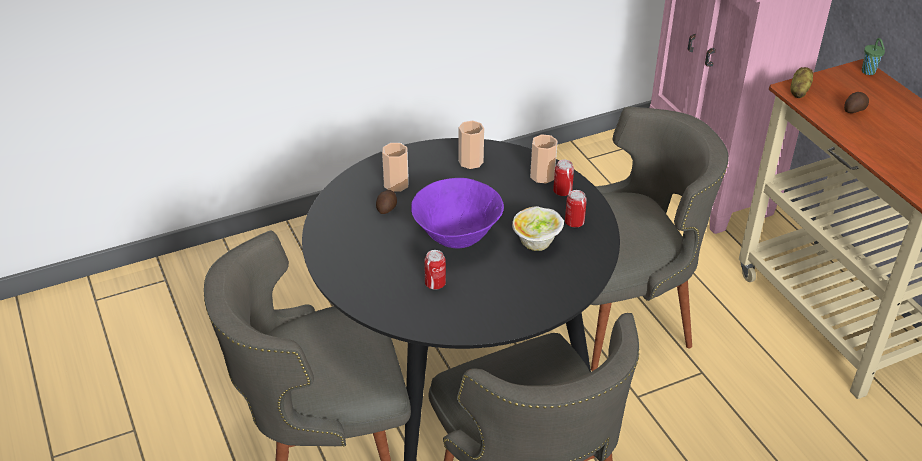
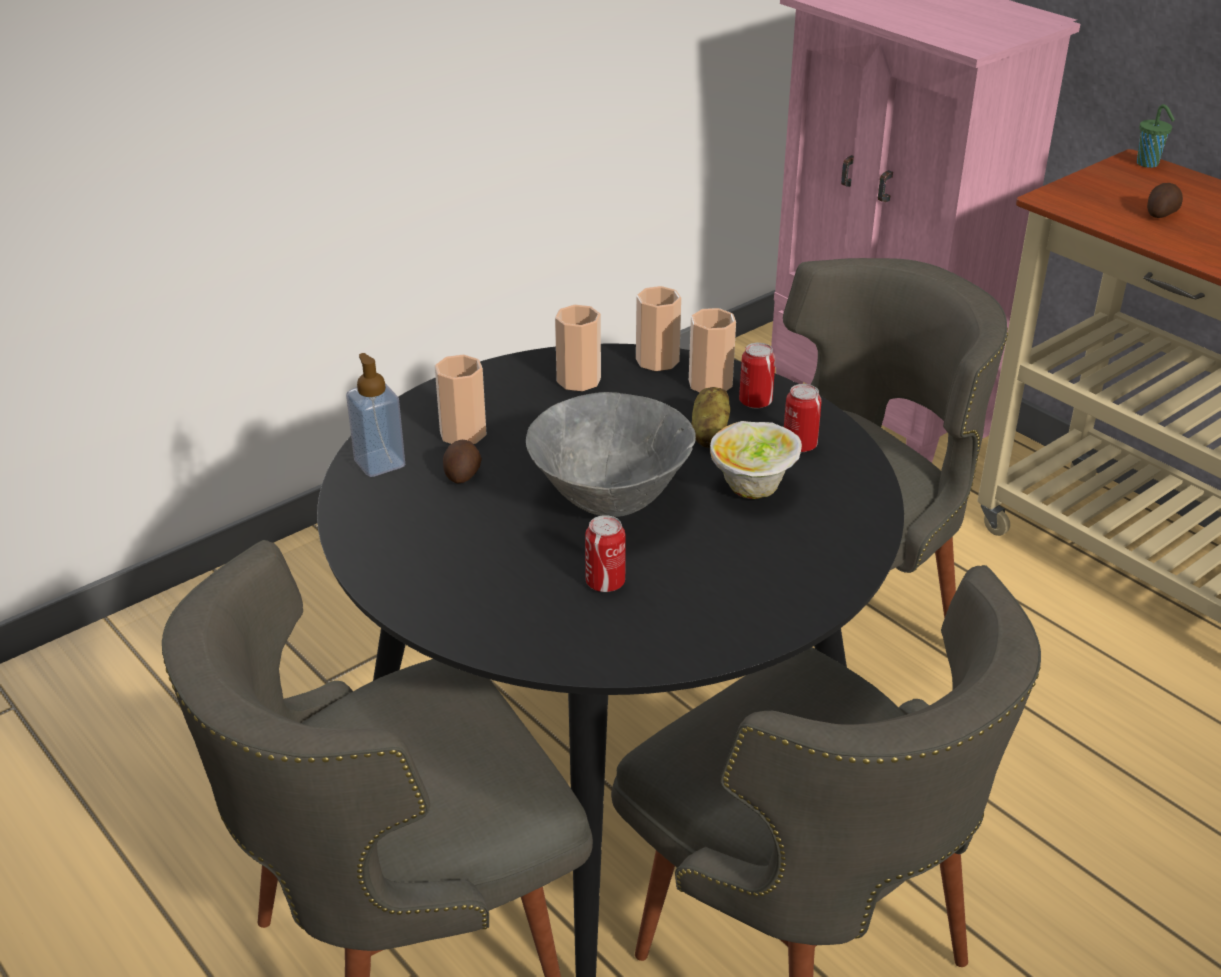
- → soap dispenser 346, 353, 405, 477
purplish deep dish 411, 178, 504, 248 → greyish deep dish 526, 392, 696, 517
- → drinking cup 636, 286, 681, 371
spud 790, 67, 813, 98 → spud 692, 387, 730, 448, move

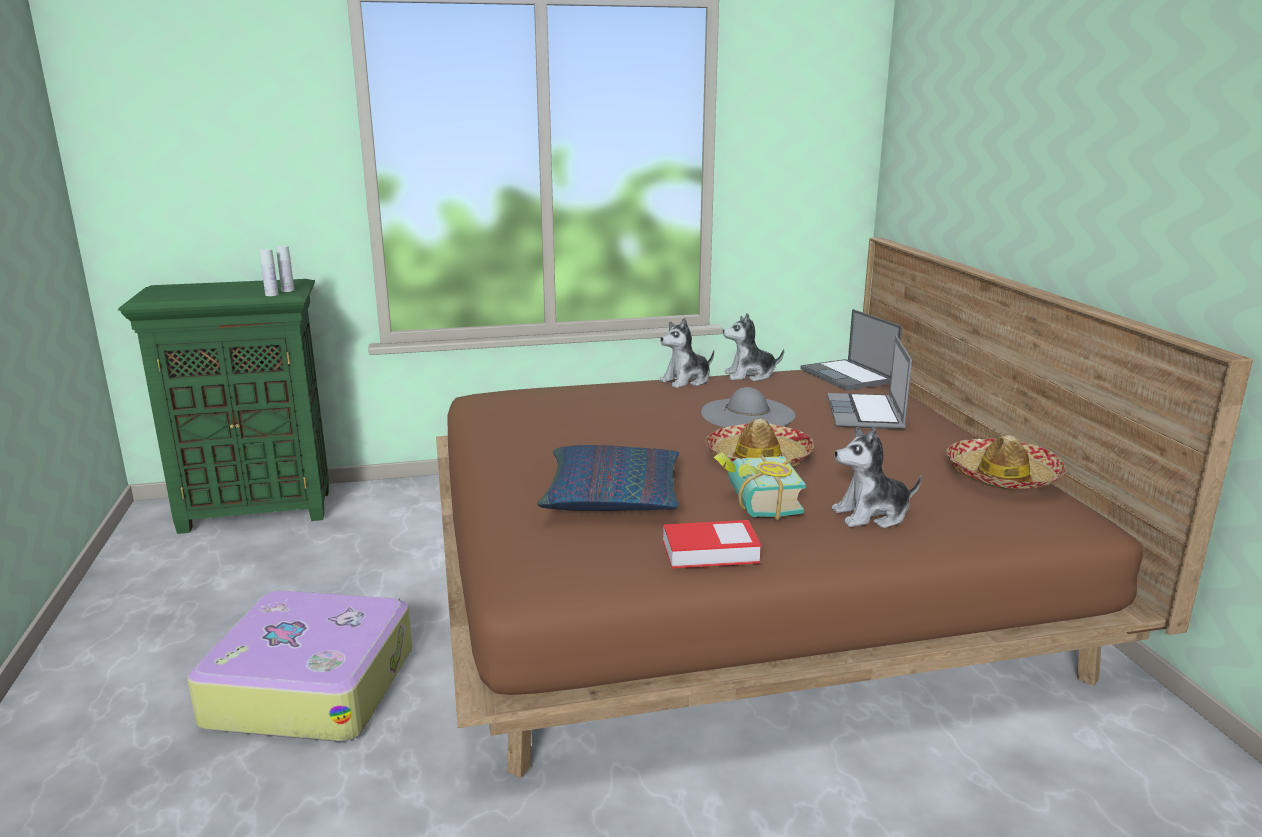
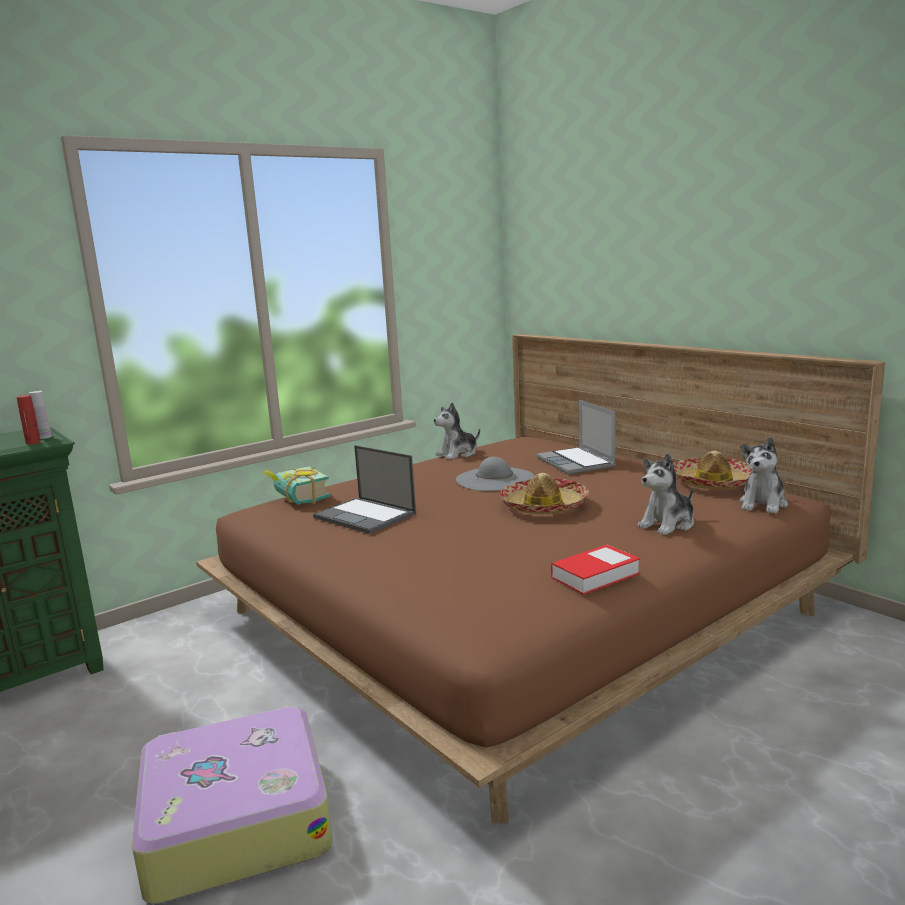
white-coloured bottle 259, 249, 279, 296 → reddish bottle 17, 395, 41, 445
bound book 714, 452, 806, 520 → bound book 263, 466, 330, 505, move
laptop 800, 309, 902, 391 → laptop 313, 445, 416, 534, move
soft toy 659, 318, 714, 388 → soft toy 740, 437, 788, 514, move
bluish cushion 537, 445, 679, 511 → -

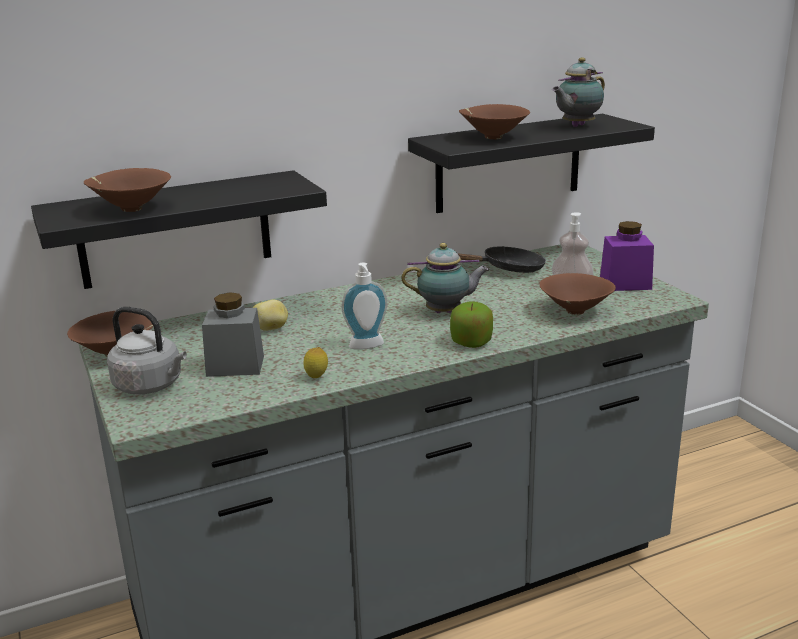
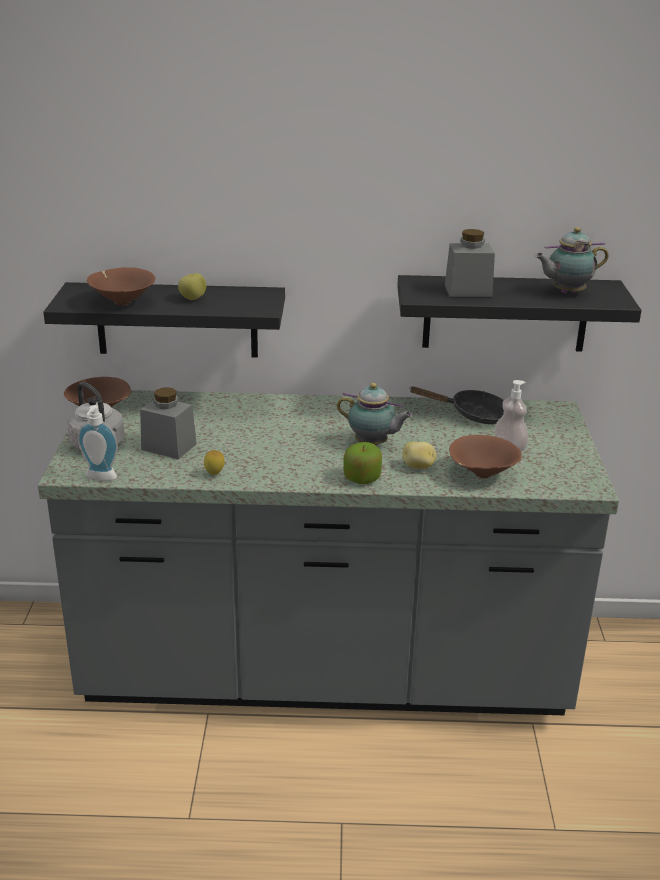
soap dispenser 342, 262, 387, 349 → soap dispenser 77, 405, 118, 481, move
- → apple 178, 273, 206, 300
spud 253, 300, 288, 331 → spud 402, 442, 436, 469, move
brownish deep dish 459, 104, 530, 139 → greyish jar 445, 229, 495, 297
purplish jar 600, 221, 654, 291 → -

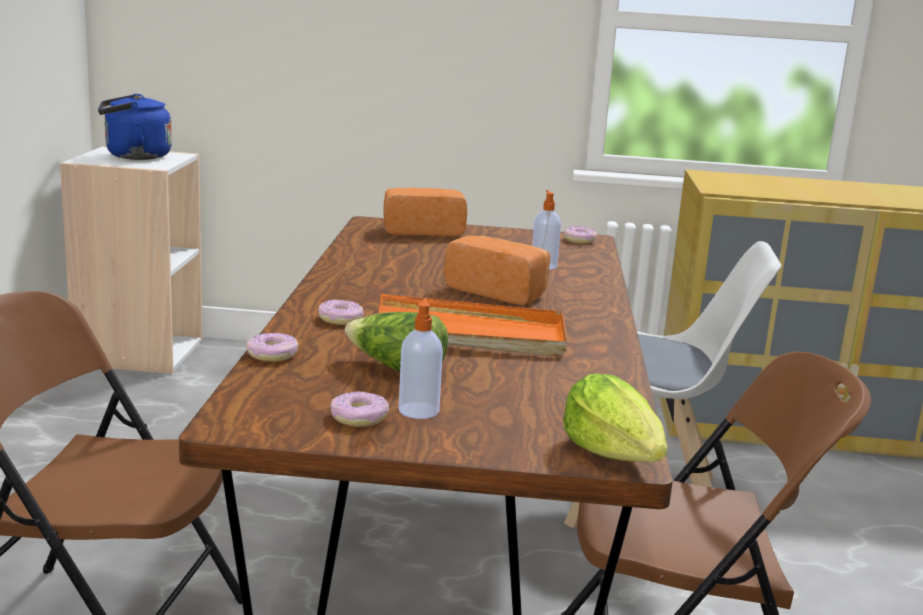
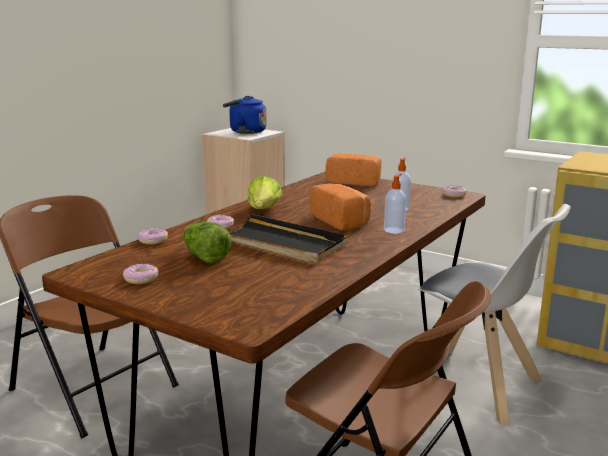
orangey tray 378, 294, 567, 357 → black tray 229, 214, 348, 263
head of lettuce 563, 374, 667, 462 → head of lettuce 248, 176, 282, 209, move
soap dispenser 399, 297, 443, 419 → soap dispenser 384, 174, 406, 233, move

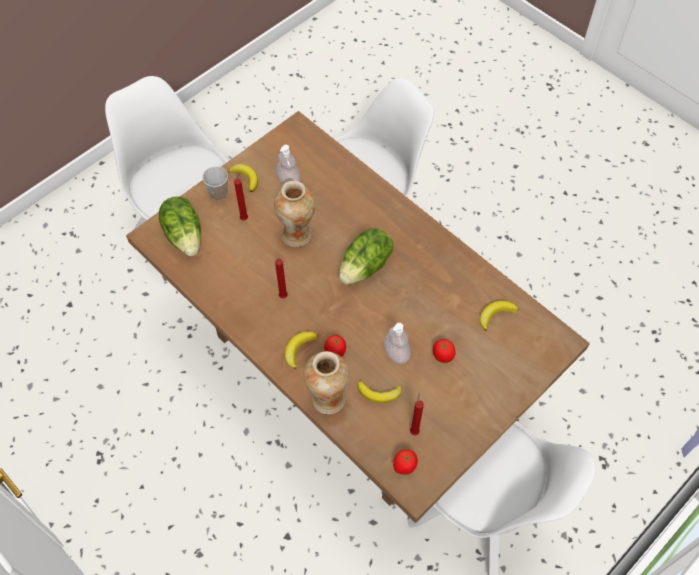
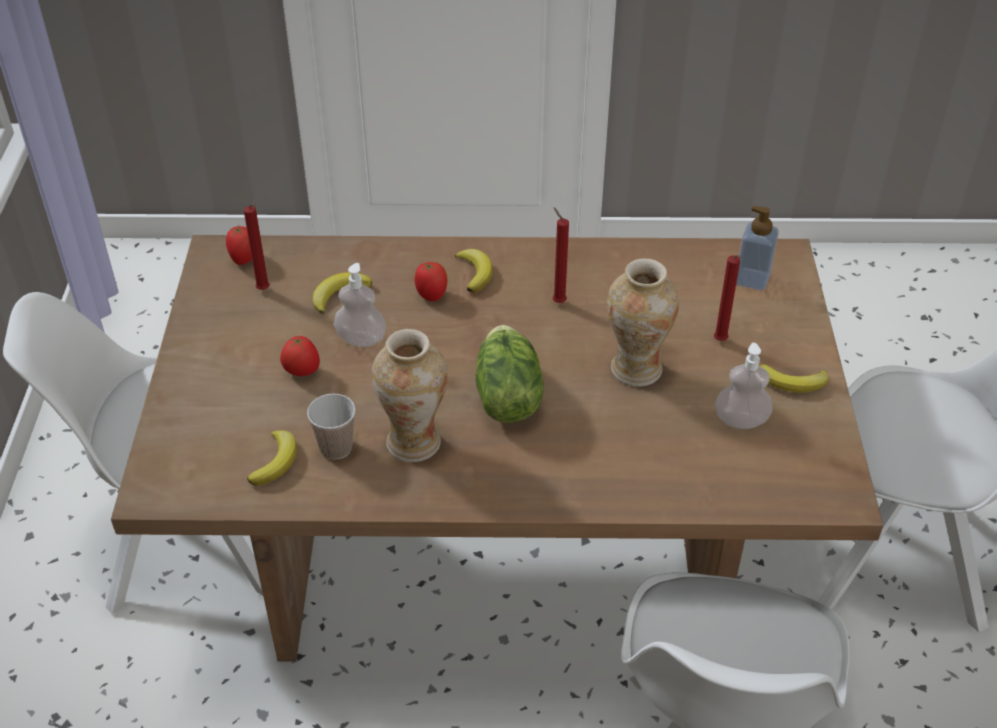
drinking cup 202, 166, 228, 201 → drinking cup 307, 394, 356, 459, move
flower vase 303, 351, 350, 414 → flower vase 371, 329, 448, 462, move
head of lettuce 159, 196, 201, 256 → soap dispenser 736, 206, 779, 291

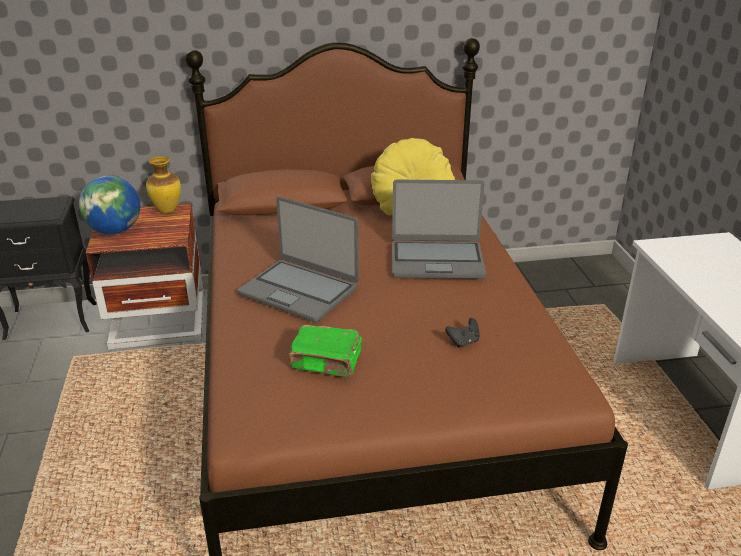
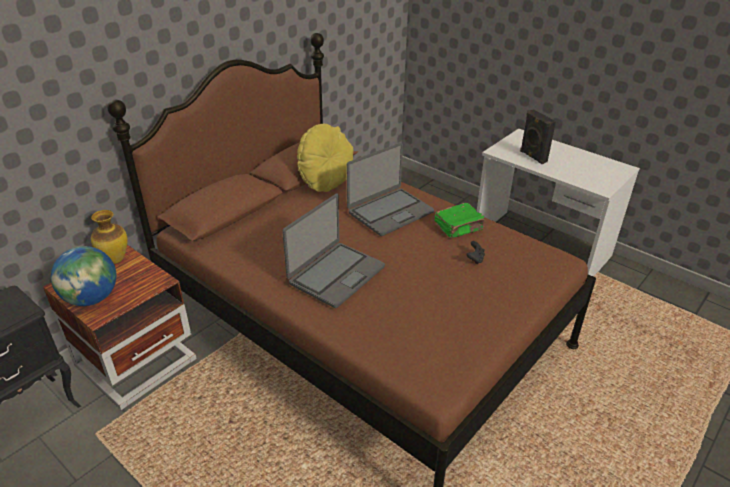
laptop 238, 197, 359, 322 → laptop 282, 194, 385, 308, 45 degrees counterclockwise
greenish bound book 288, 324, 362, 378 → greenish bound book 434, 203, 485, 238, move
- → black speaker 520, 109, 556, 164

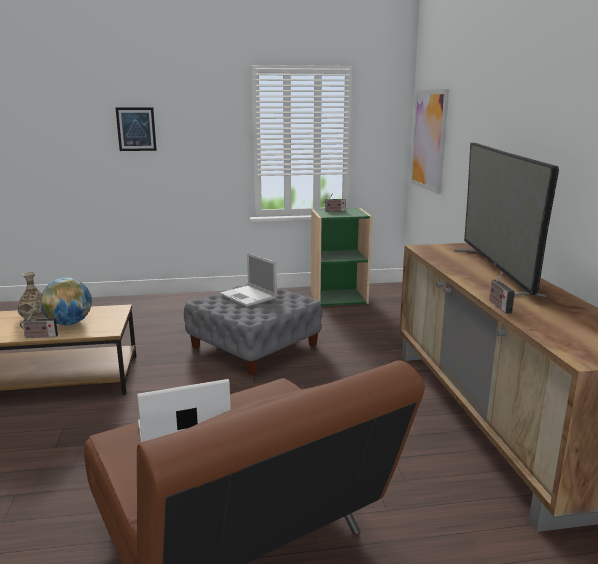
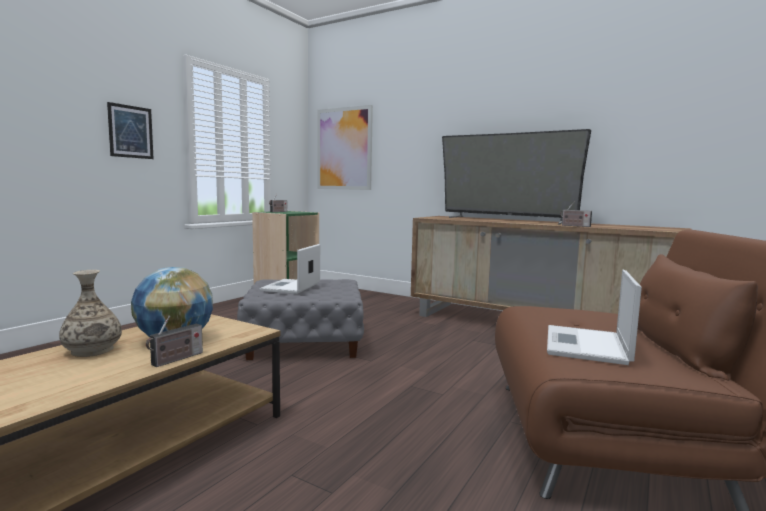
picture 115, 107, 157, 151 → picture 107, 102, 154, 159, move
laptop 220, 253, 277, 306 → laptop 260, 244, 320, 294, 105 degrees clockwise

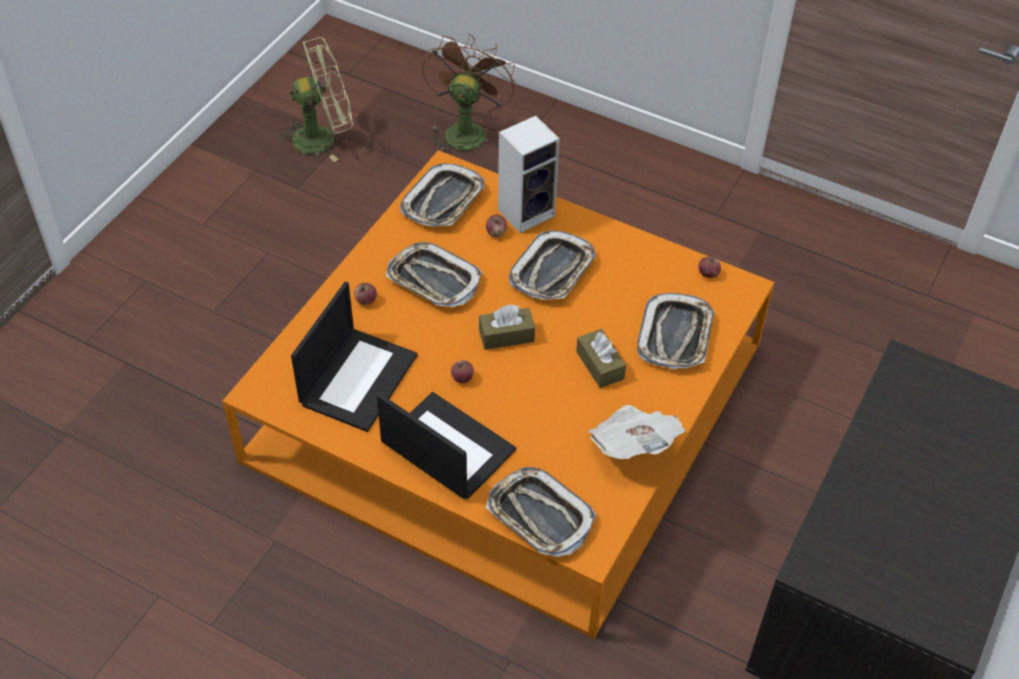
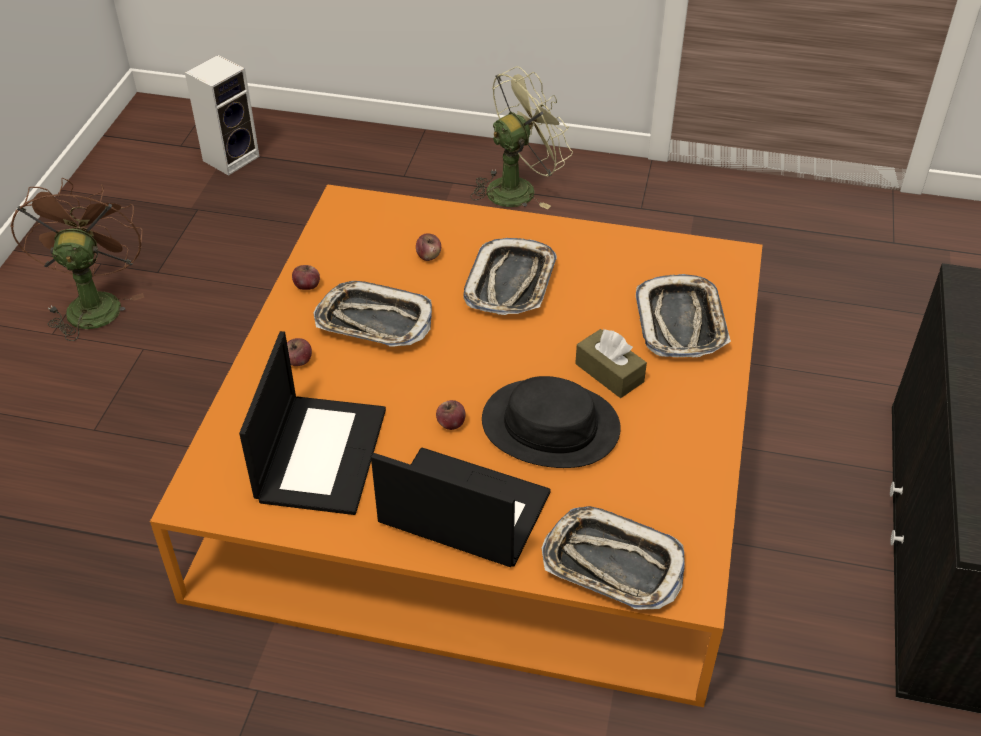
brownish cooling fan 422, 34, 516, 155 → brownish cooling fan 10, 178, 144, 341, move
speaker 498, 116, 559, 233 → speaker 185, 55, 260, 176, move
apple 699, 257, 721, 278 → apple 292, 265, 320, 290, move
greenish cooling fan 278, 37, 353, 162 → greenish cooling fan 470, 66, 573, 209, move
- → black hat 482, 376, 621, 468
tray 401, 163, 485, 227 → -
brownish tissue holder 479, 305, 535, 350 → -
daily paper 588, 405, 685, 459 → -

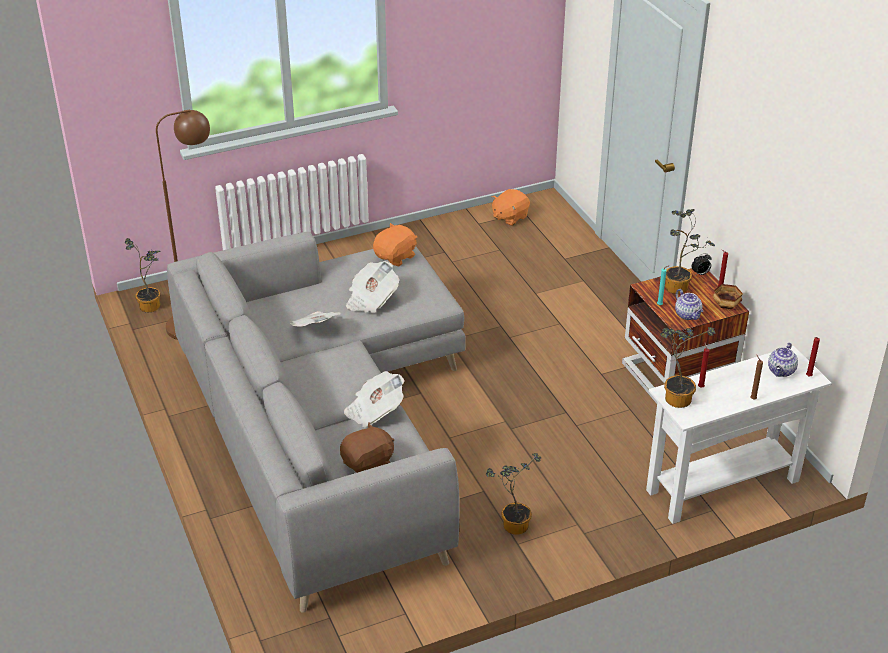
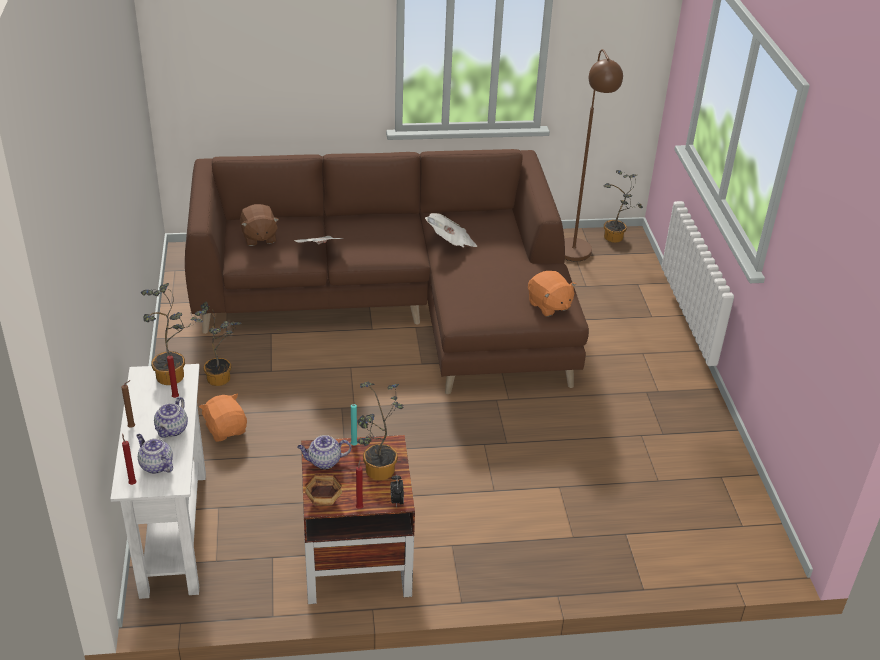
- → tea pot 154, 397, 188, 438
greyish sofa 167, 232, 466, 613 → brownish sofa 185, 149, 589, 394
orangey soft toy 492, 189, 530, 226 → orangey soft toy 199, 394, 247, 442, move
daily paper 346, 261, 399, 313 → -

